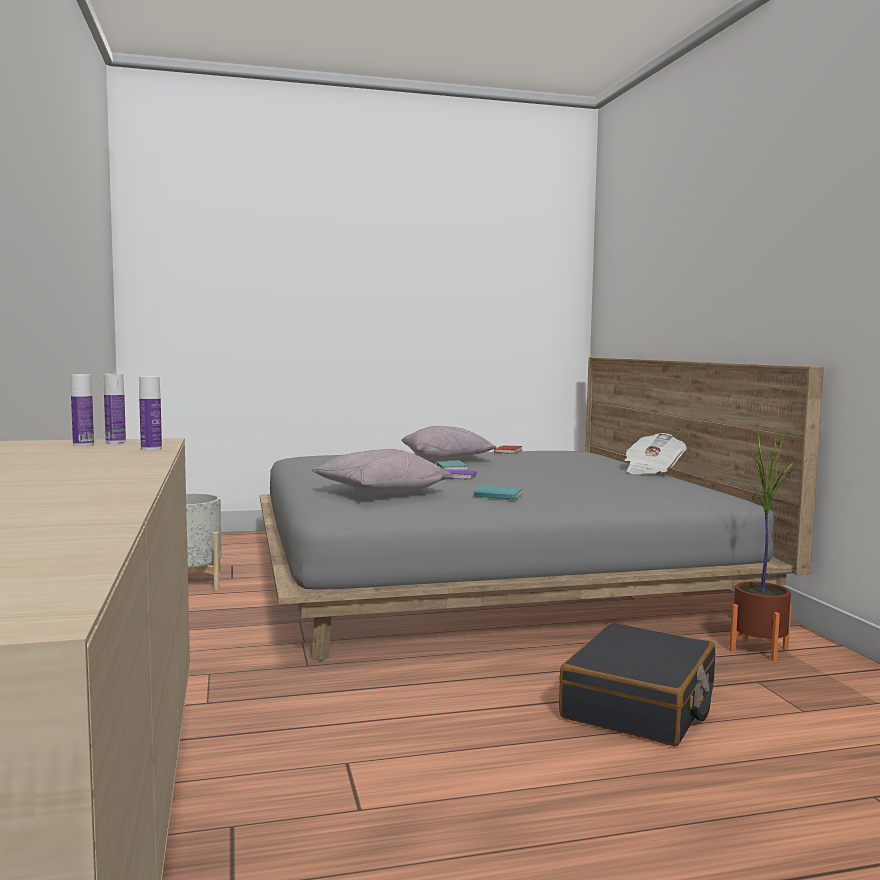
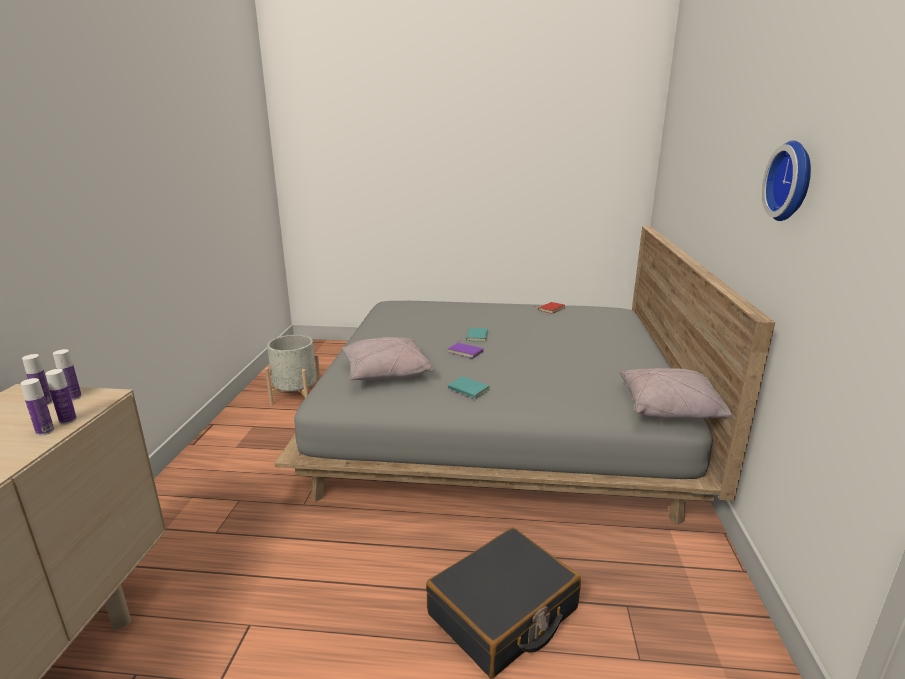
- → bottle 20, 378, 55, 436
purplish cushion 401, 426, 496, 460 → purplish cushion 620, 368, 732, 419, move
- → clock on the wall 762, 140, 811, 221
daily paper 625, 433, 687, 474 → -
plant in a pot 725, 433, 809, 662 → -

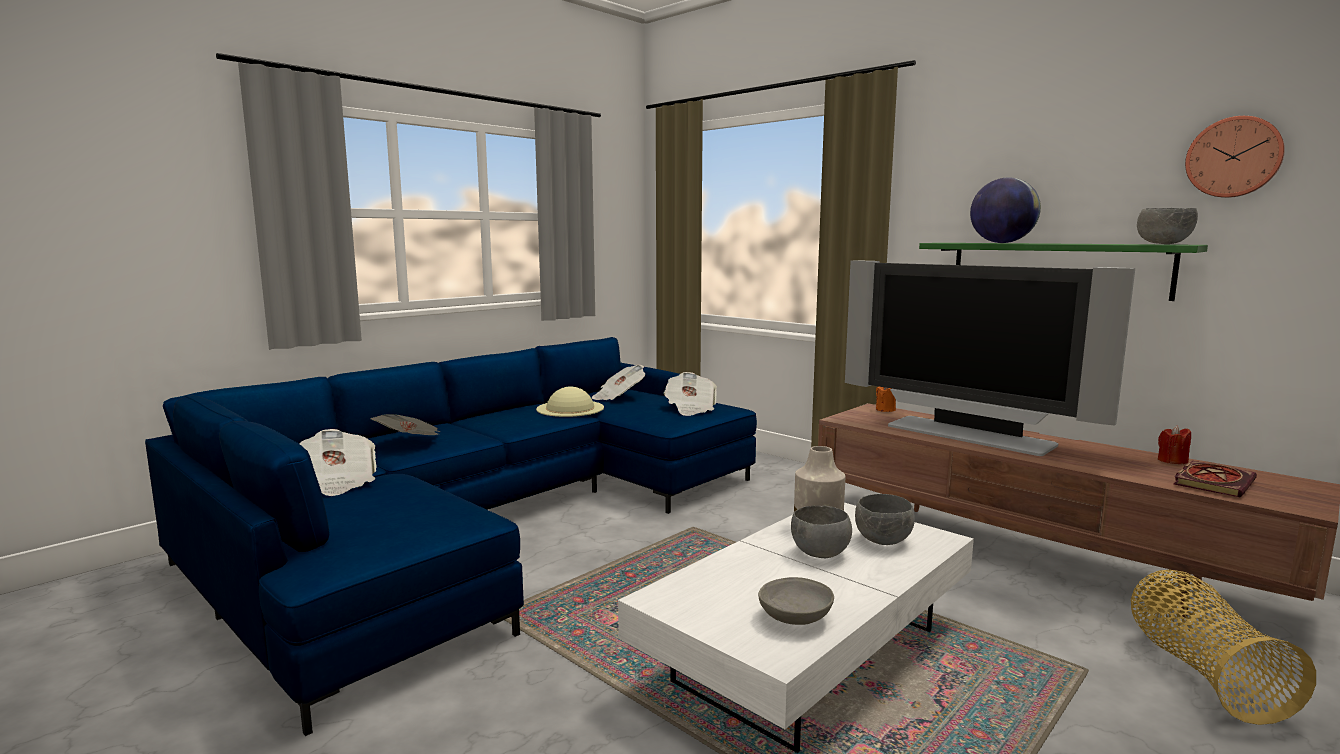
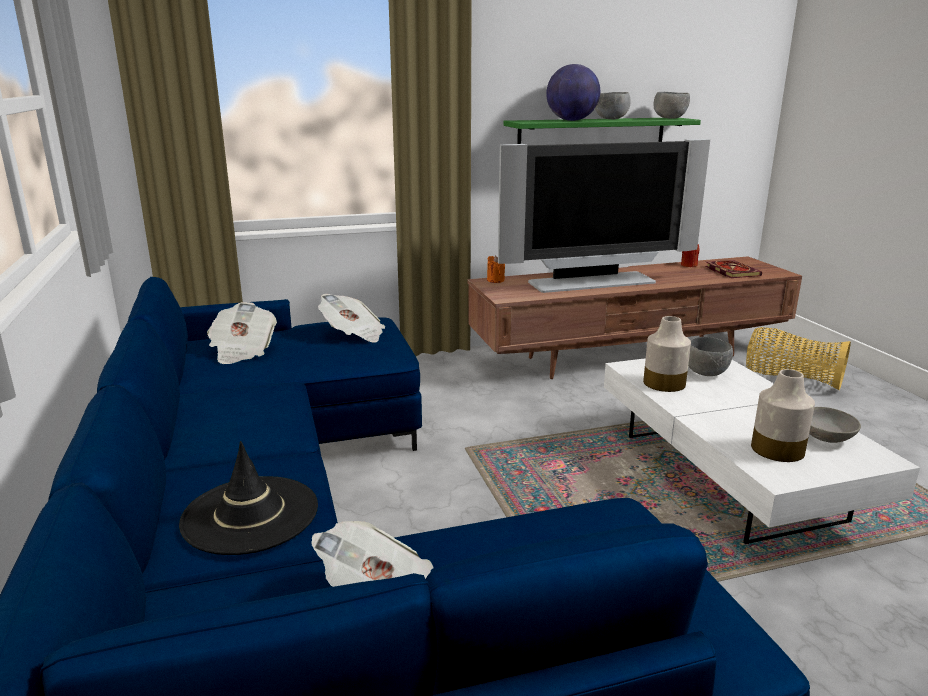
daily paper 370, 414, 440, 435 → black hat 179, 441, 318, 555
greyish deep dish 791, 505, 852, 558 → greyish deep dish 595, 92, 631, 119, move
- → beige flower vase 751, 369, 815, 462
beige hat 536, 386, 604, 417 → -
clock on the wall 1185, 116, 1285, 198 → -

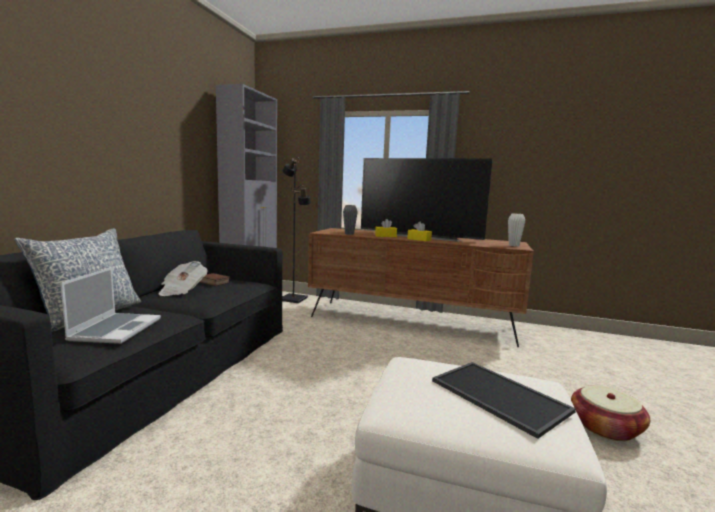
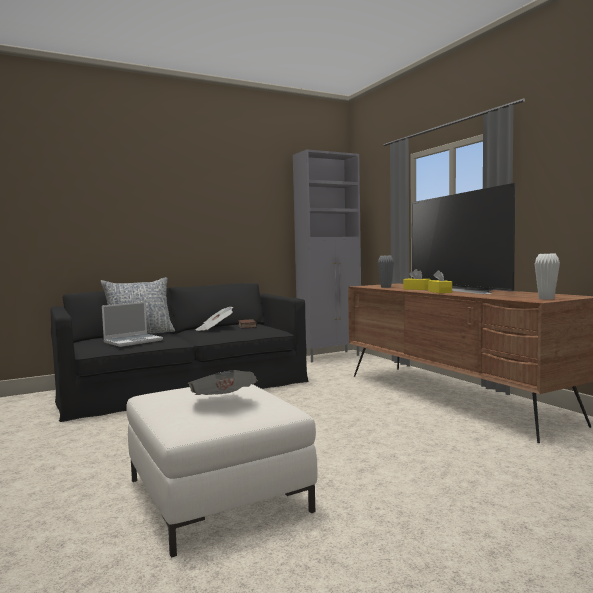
tray 432, 362, 576, 439 → daily paper 188, 370, 258, 395
black standing lamp 282, 157, 311, 303 → -
basket 571, 385, 650, 441 → -

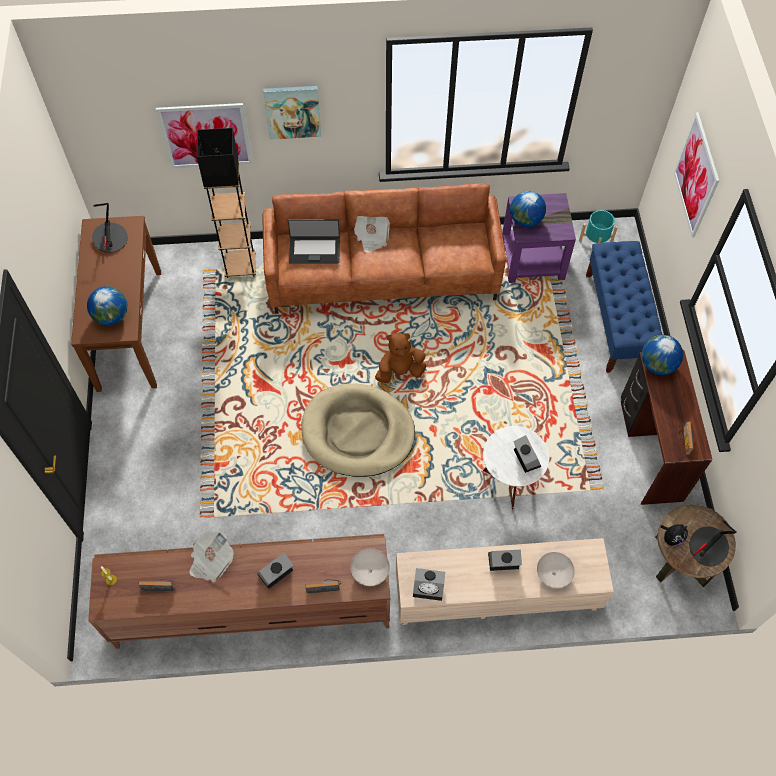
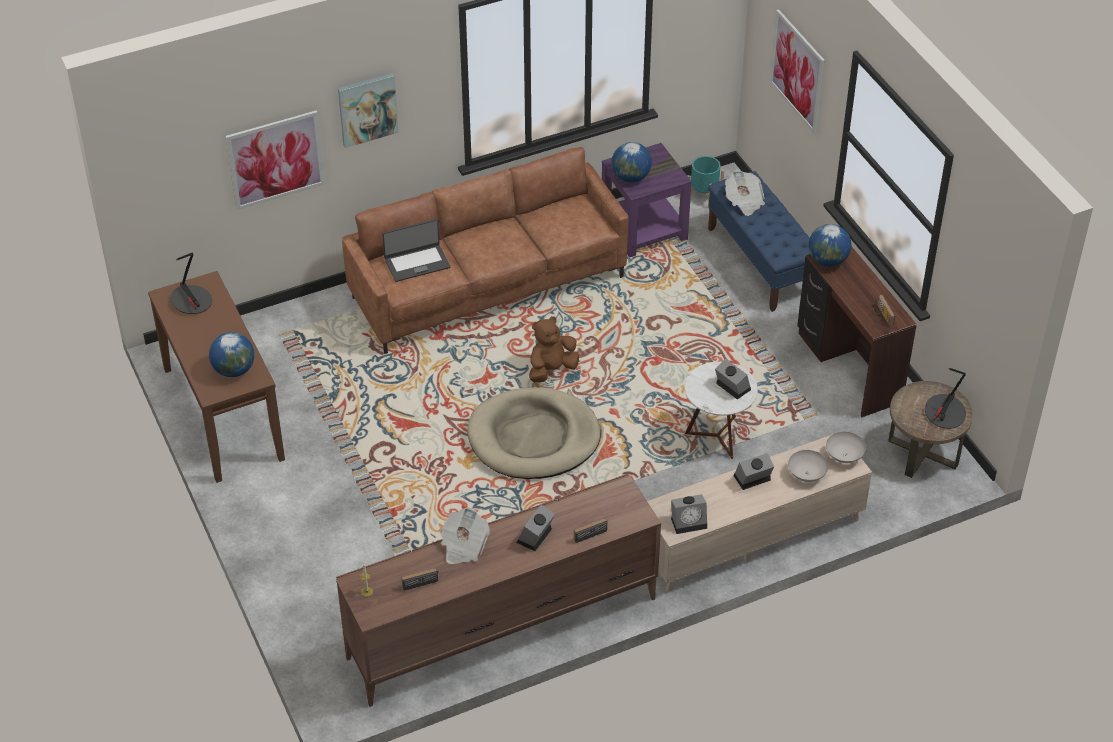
daily paper 354, 216, 390, 253 → daily paper 725, 170, 765, 216, move
white-coloured deep dish 350, 548, 390, 586 → white-coloured deep dish 826, 432, 866, 463, move
black standing lamp 197, 128, 256, 278 → -
soft toy 660, 524, 688, 546 → -

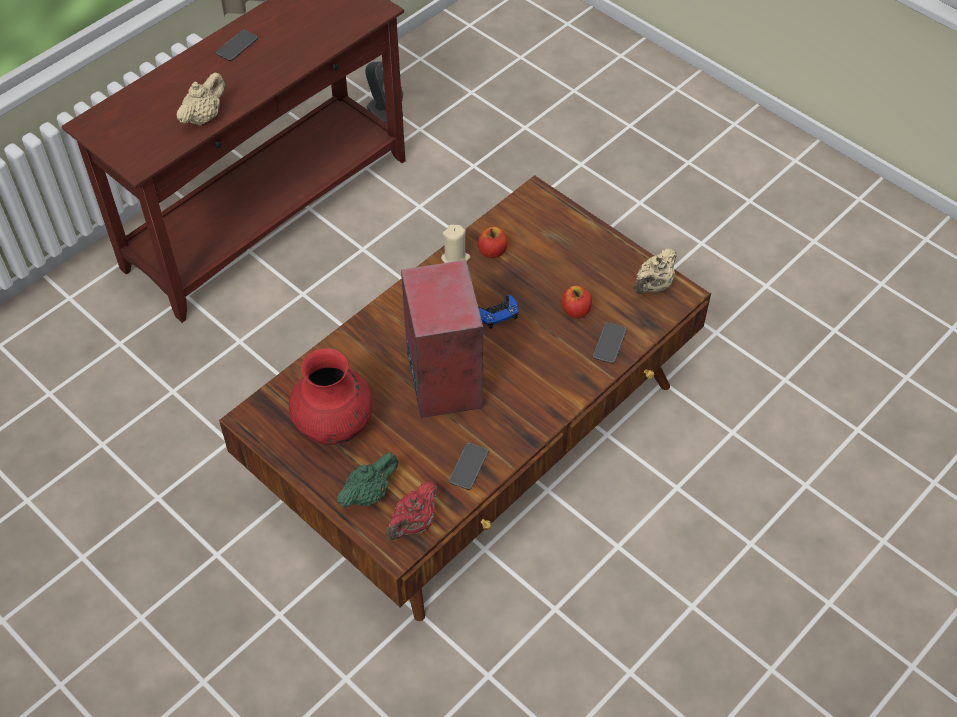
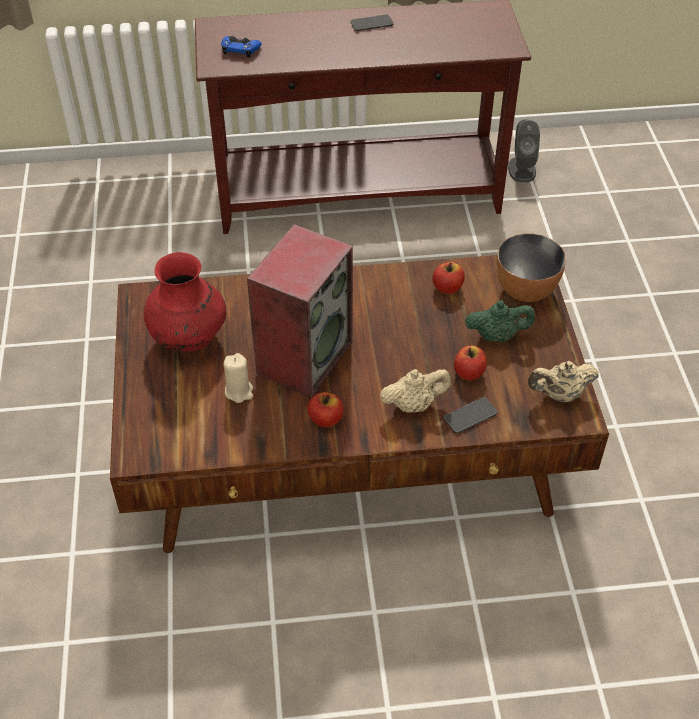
bluish joypad 478, 295, 519, 329 → bluish joypad 221, 36, 261, 58, move
beige candle 441, 225, 470, 263 → beige candle 223, 353, 253, 403, move
- → apple 308, 392, 344, 427
beige tea pot 177, 72, 225, 126 → beige tea pot 380, 369, 452, 413, move
greenish tea pot 337, 453, 398, 508 → greenish tea pot 465, 300, 536, 343, move
- → deep dish 497, 233, 566, 302
reddish tea pot 386, 482, 437, 540 → -
telephone 449, 443, 489, 490 → -

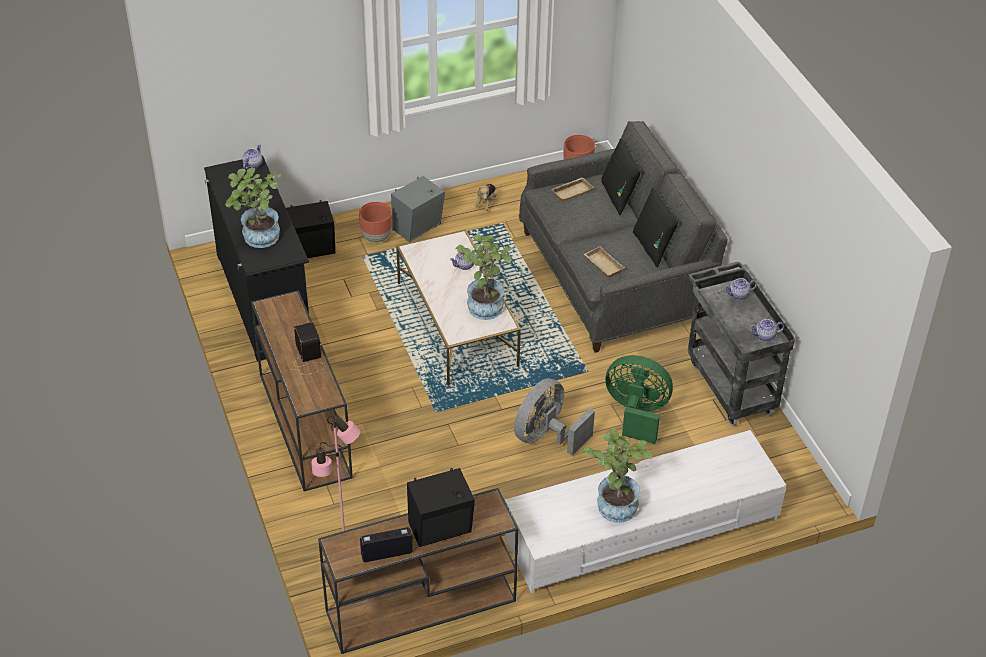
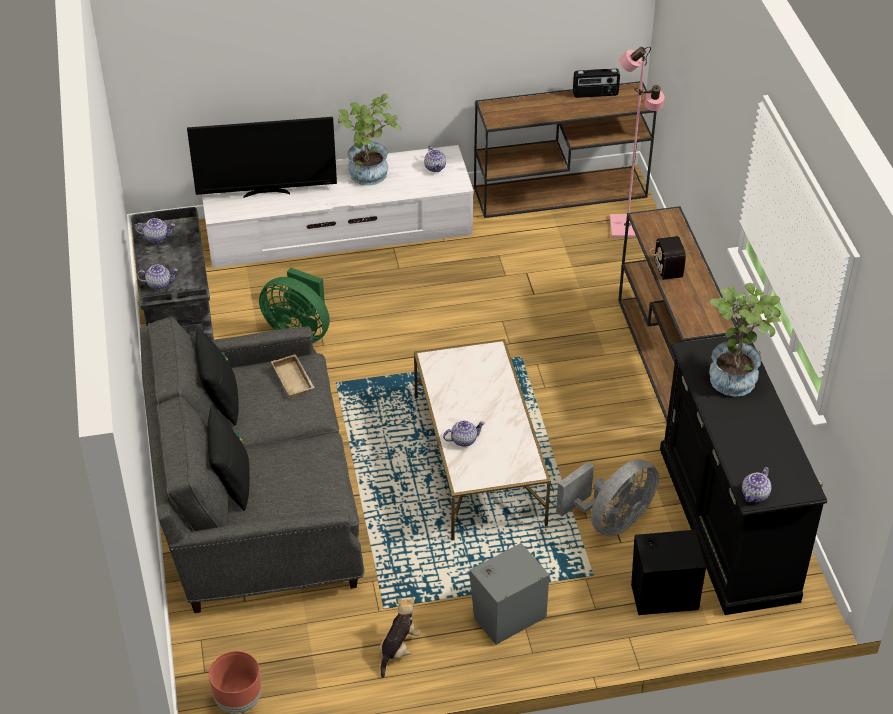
- → TV 187, 117, 337, 198
- → tea pot 424, 145, 446, 172
greyish cooling fan 514, 378, 595, 456 → greyish cooling fan 556, 459, 659, 537, move
brownish planter 359, 202, 392, 242 → -
black speaker 407, 468, 475, 547 → -
plant in a pot 455, 235, 512, 320 → -
beige tray 551, 177, 594, 202 → -

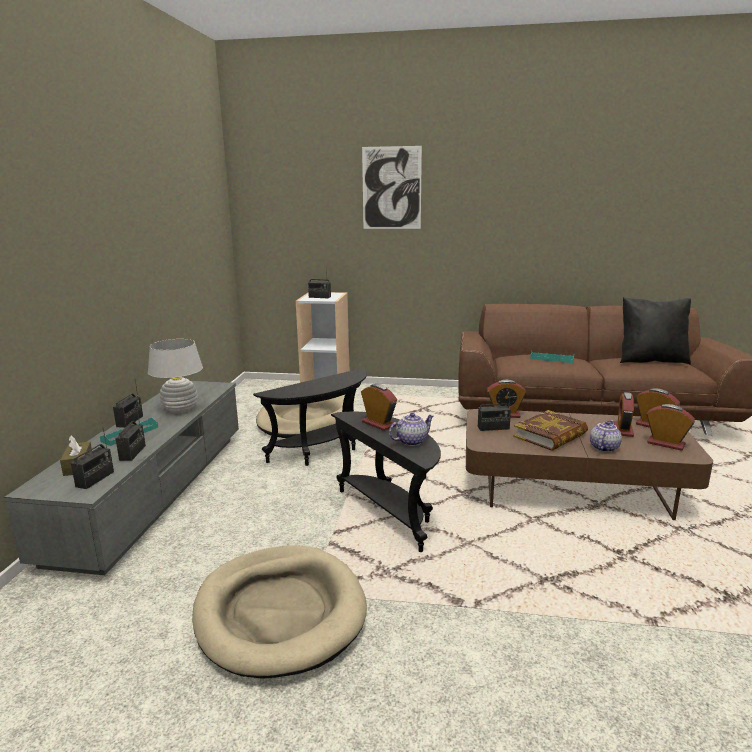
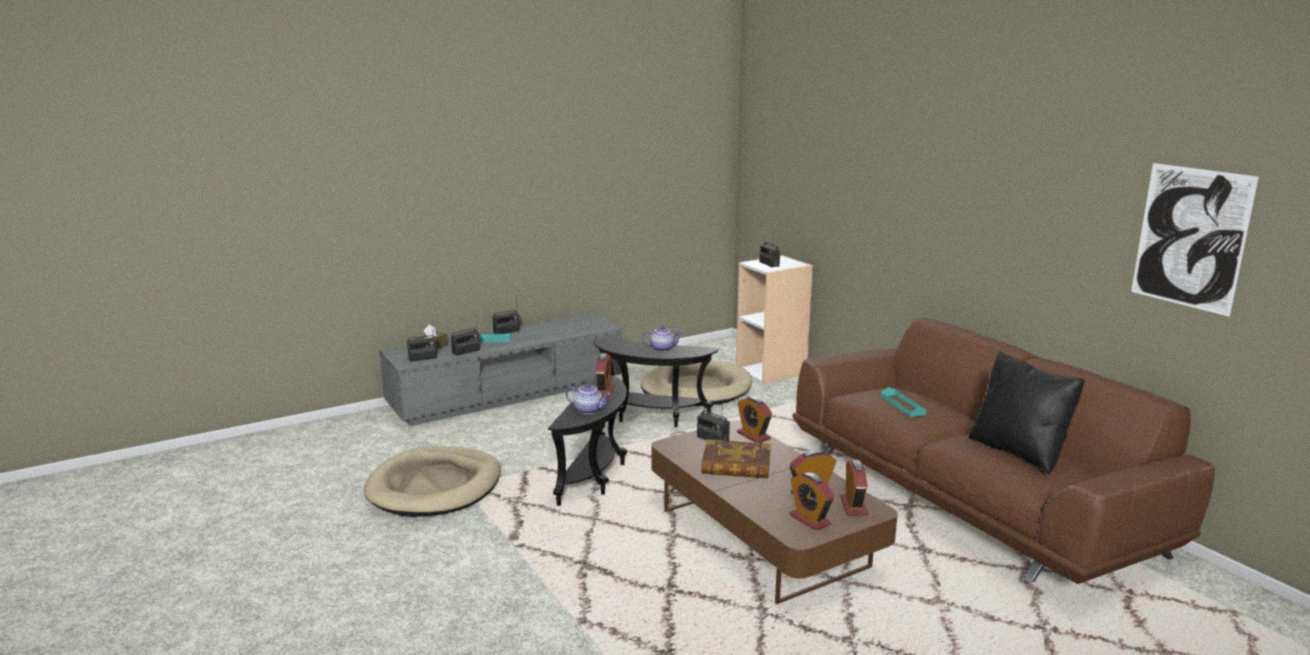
tea pot 590, 420, 622, 452 → tea pot 642, 326, 683, 352, move
bedside clock 647, 404, 695, 451 → bedside clock 790, 472, 834, 531, 150 degrees clockwise
picture 362, 146, 422, 229 → picture 1131, 163, 1259, 317, move
white-coloured lamp for a table 148, 339, 203, 413 → -

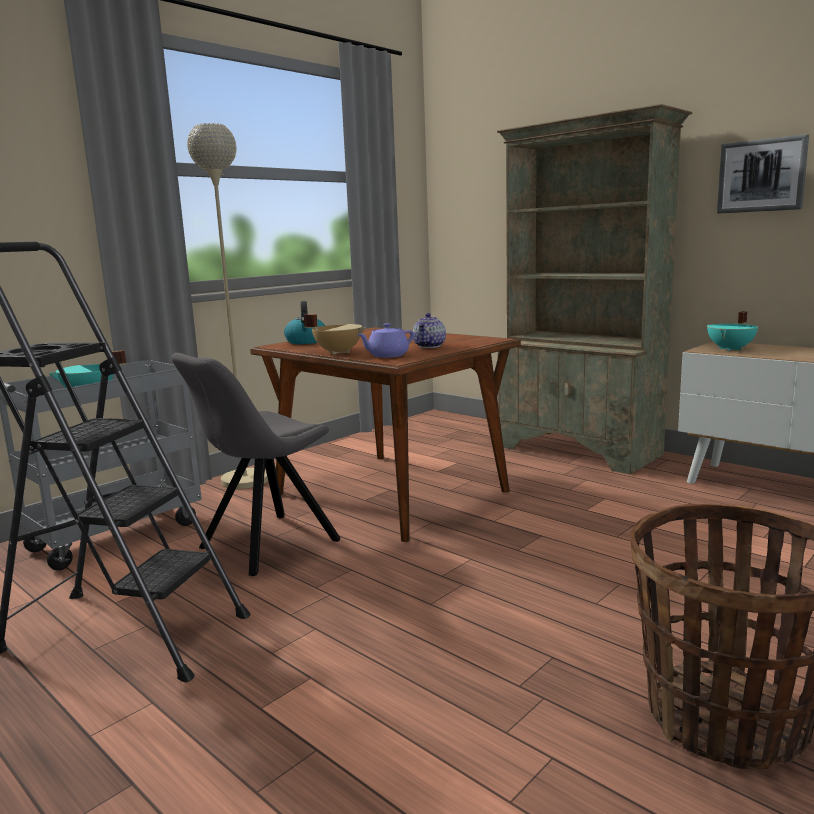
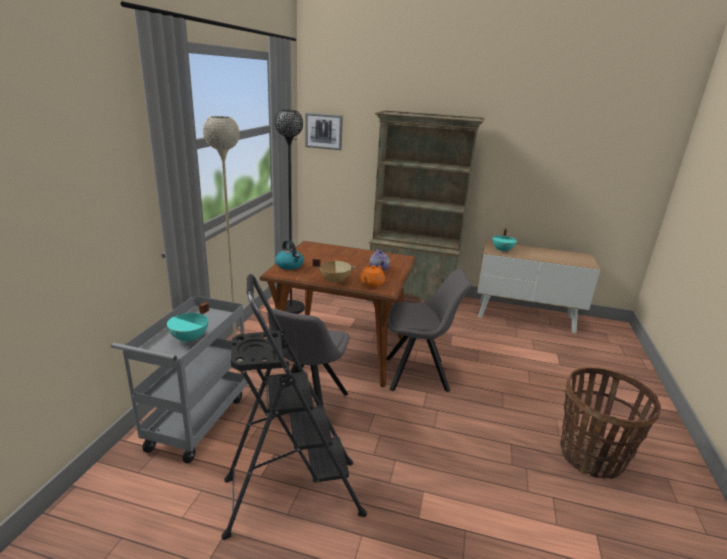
- → black standing lamp 275, 110, 304, 314
picture 717, 134, 809, 213 → picture 305, 113, 343, 150, move
purplish tea pot 357, 323, 414, 358 → orangey tea pot 360, 265, 385, 287
- → greyish upright chair 387, 268, 471, 392

